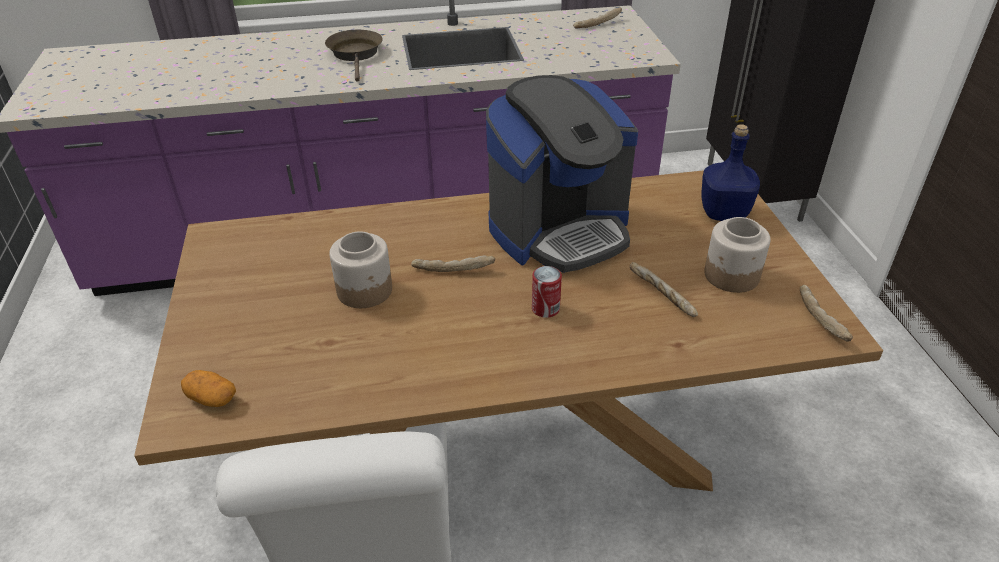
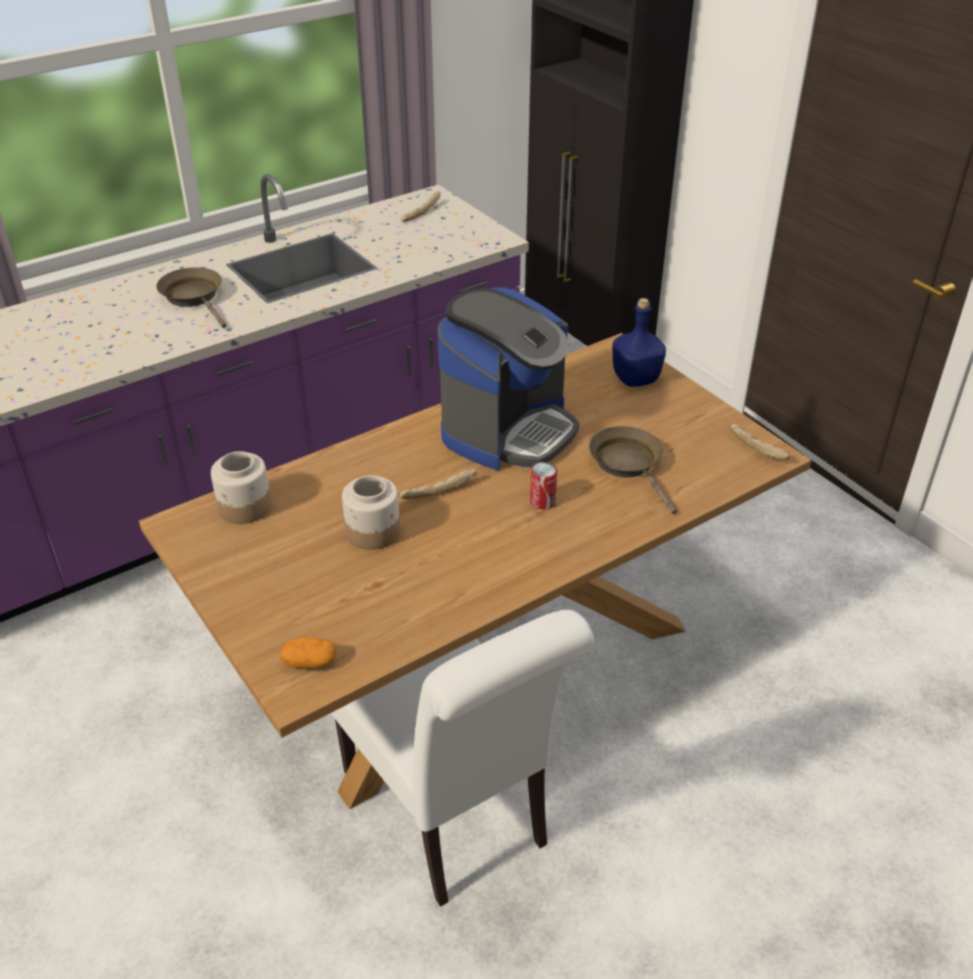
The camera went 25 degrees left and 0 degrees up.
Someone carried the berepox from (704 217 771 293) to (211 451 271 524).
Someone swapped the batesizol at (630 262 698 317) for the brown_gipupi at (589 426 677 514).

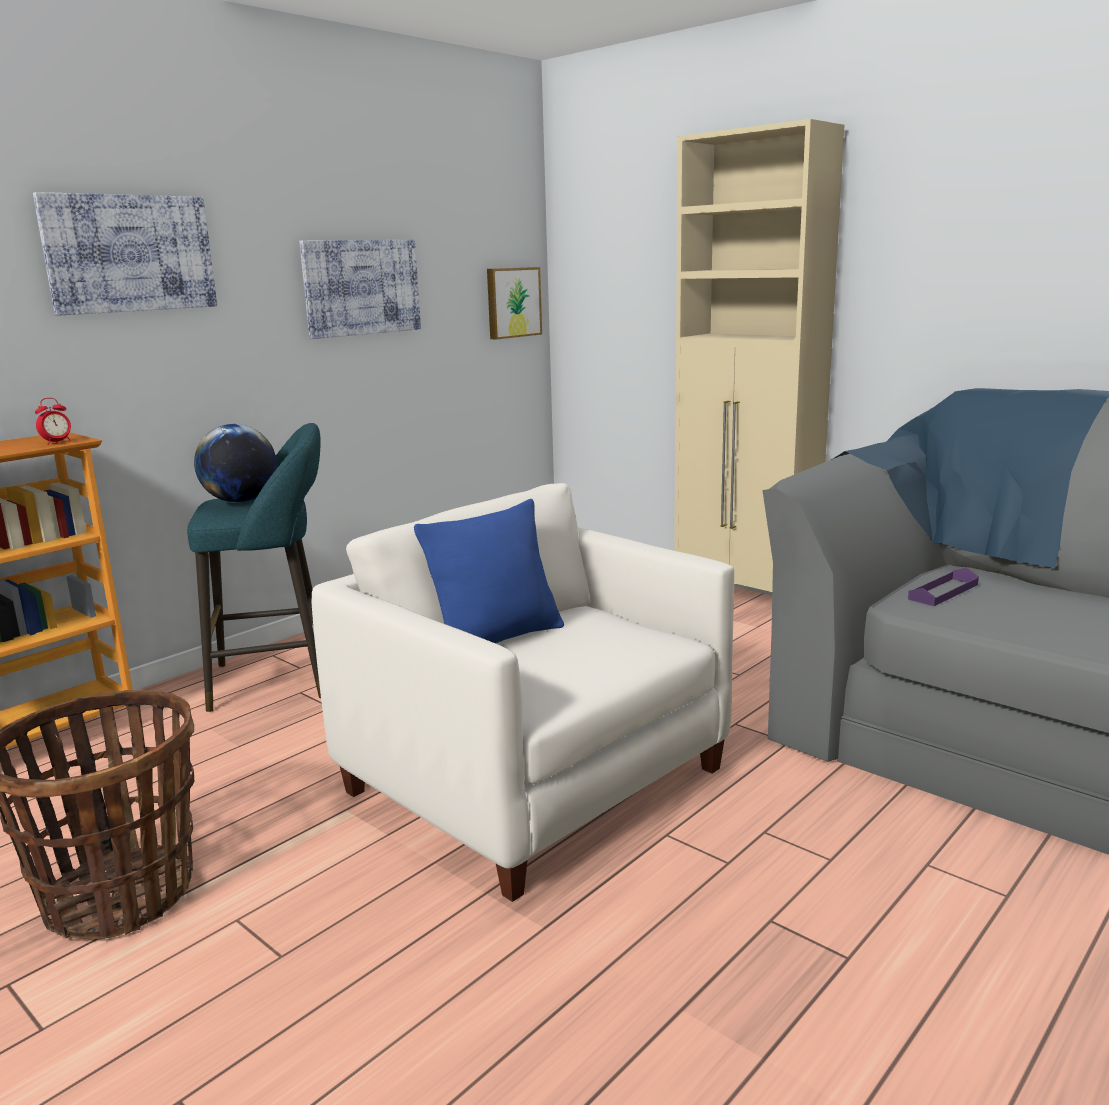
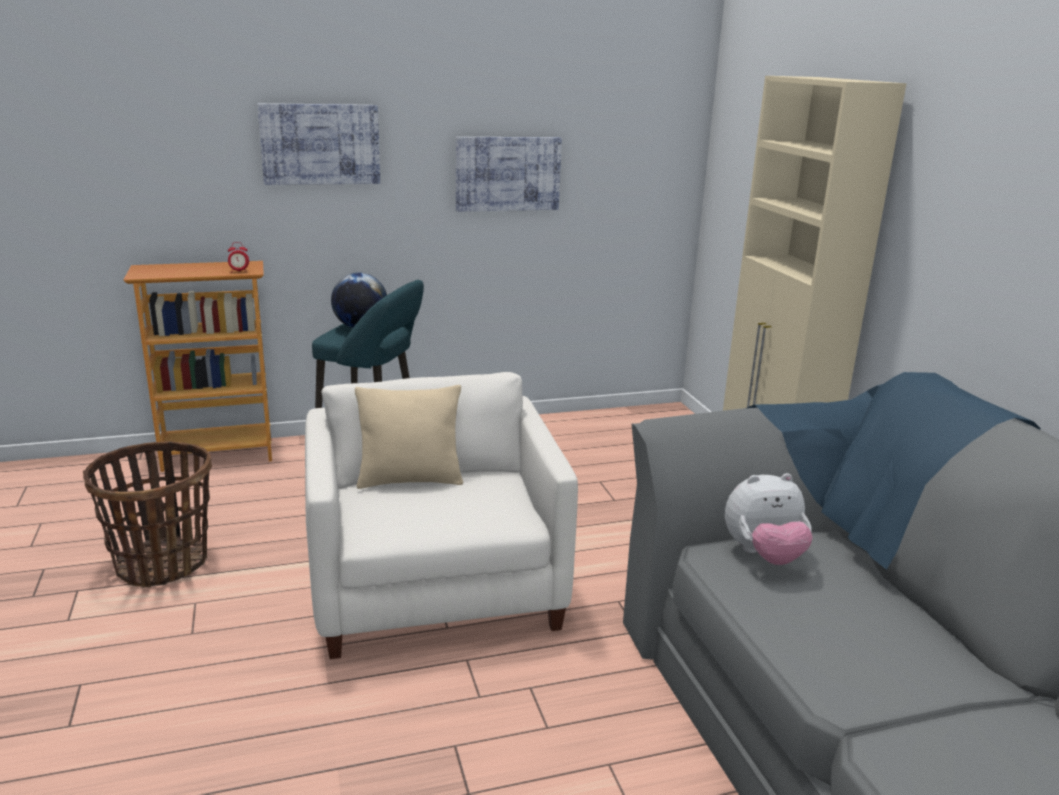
The camera went 30 degrees right and 5 degrees up.
Someone took away the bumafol at (487 267 542 339).
Someone repainted the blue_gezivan at (414 499 564 643), which became the beige_gezivan at (355 385 463 489).
Someone swapped the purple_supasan at (908 568 979 606) for the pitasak at (725 473 813 565).

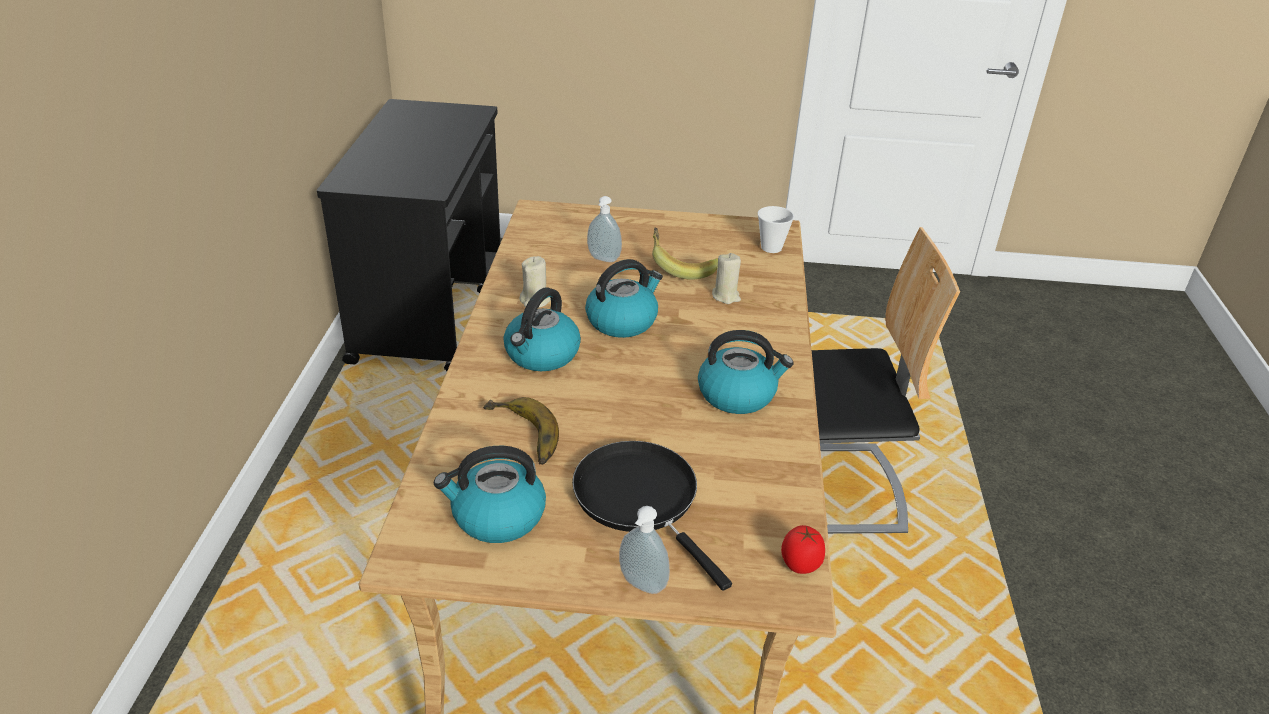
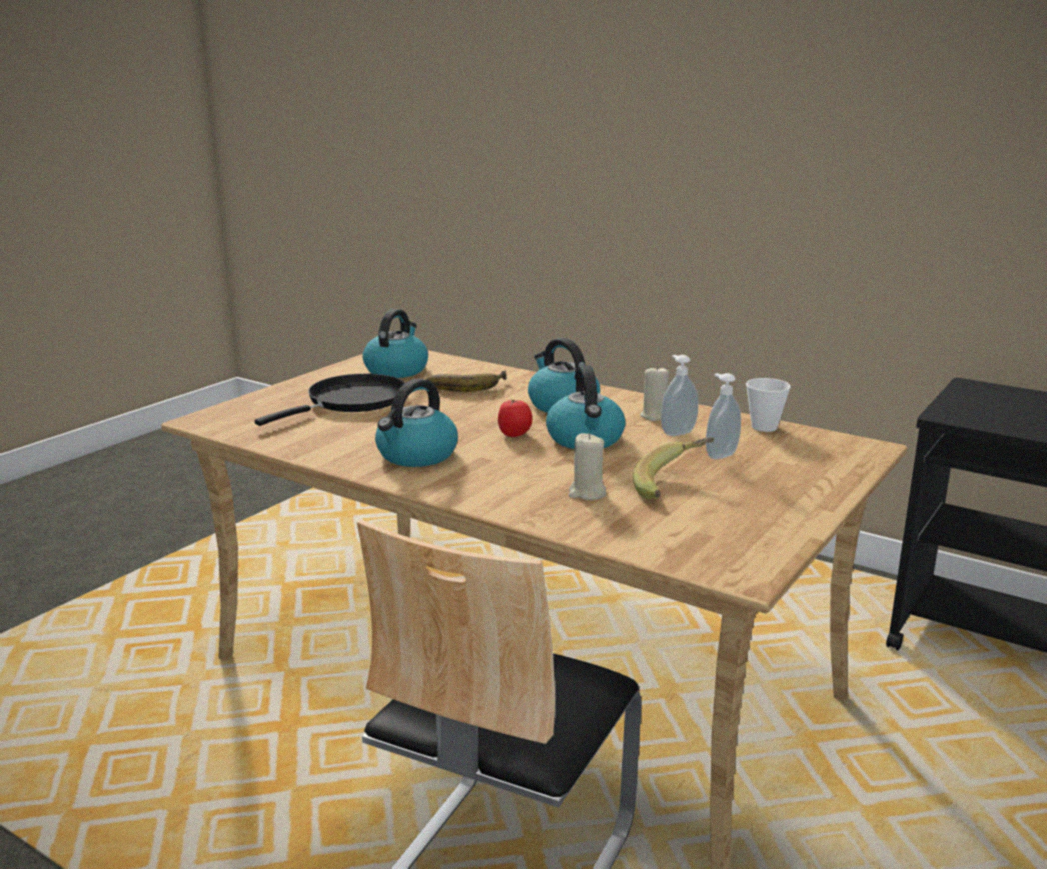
The camera went 120 degrees right and 15 degrees down.
Someone carried the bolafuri from (758 206 794 253) to (746 378 791 432).
Someone rotated the black_gipupi at (572 441 732 590) by 45 degrees counterclockwise.
Someone carried the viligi from (619 506 670 594) to (661 355 699 436).
Someone carried the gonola from (781 525 825 574) to (498 400 532 437).

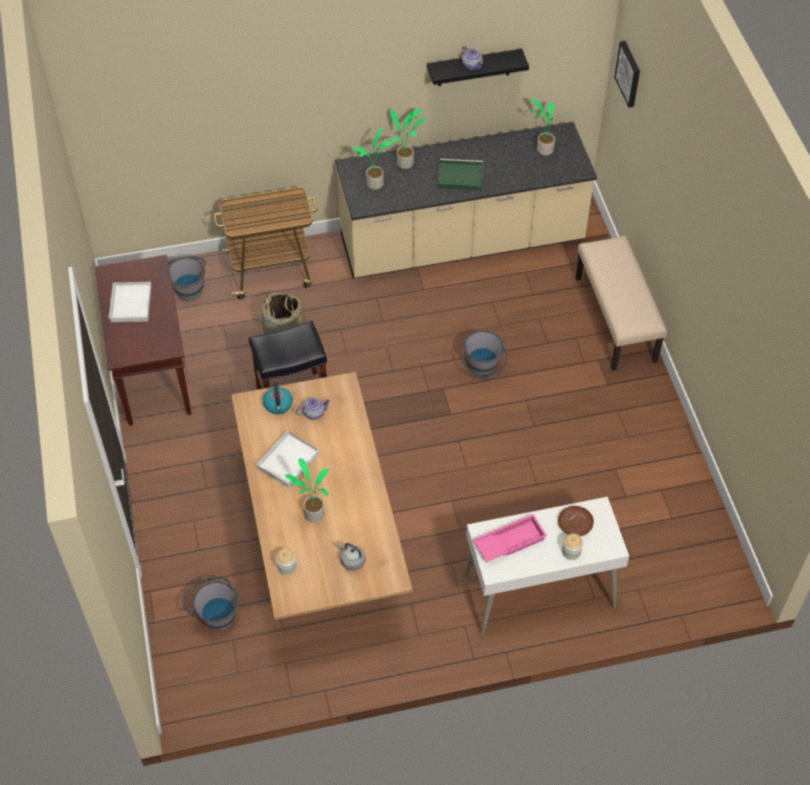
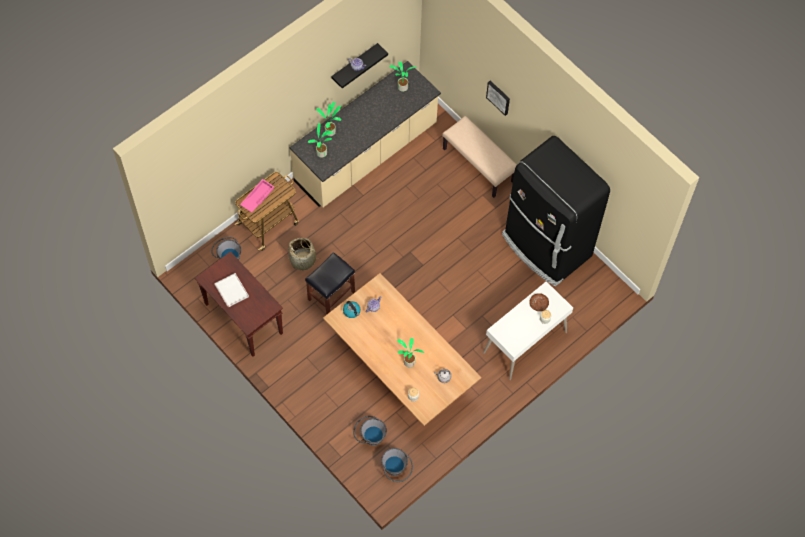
The camera went 30 degrees left and 10 degrees up.
Someone carried the bumafol from (614 41 640 108) to (486 81 510 116).
Someone took away the green_supasan at (438 159 483 191).
Someone carried the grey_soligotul from (462 330 508 379) to (381 448 413 482).
Someone took away the white_supasan at (256 431 320 488).
Someone carried the pink_supasan from (473 514 547 562) to (240 179 274 212).
Someone put down the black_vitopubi at (502 136 610 287).

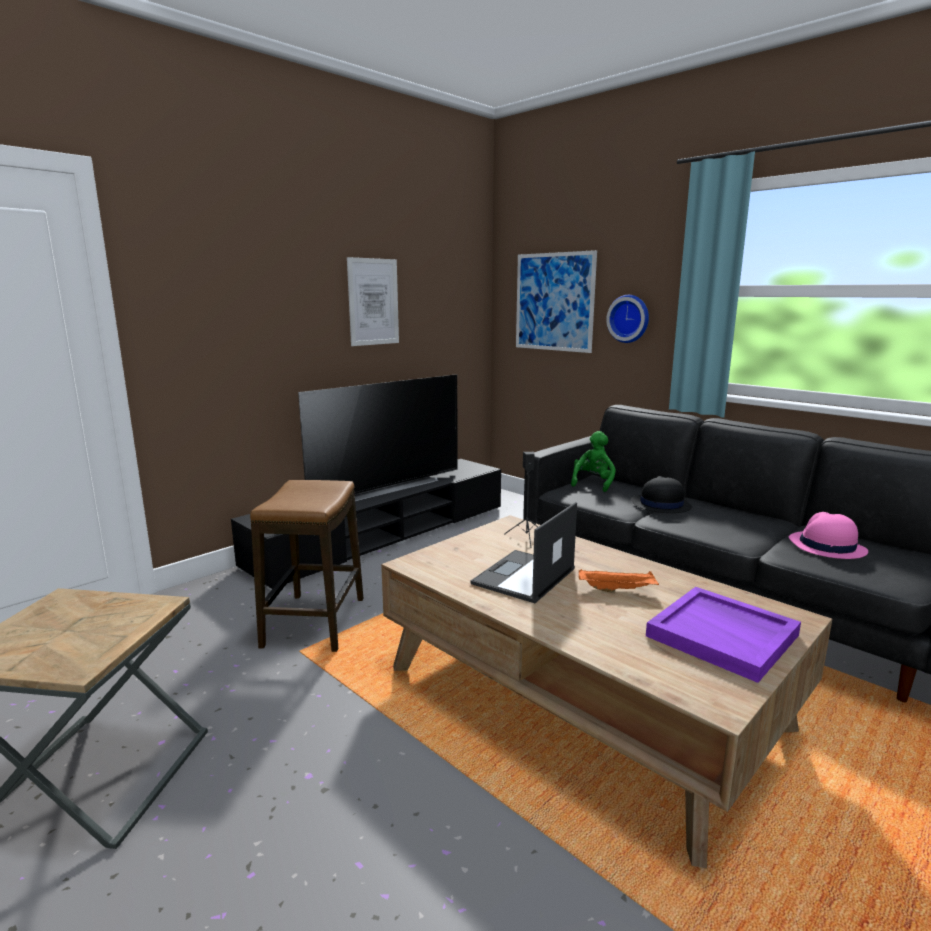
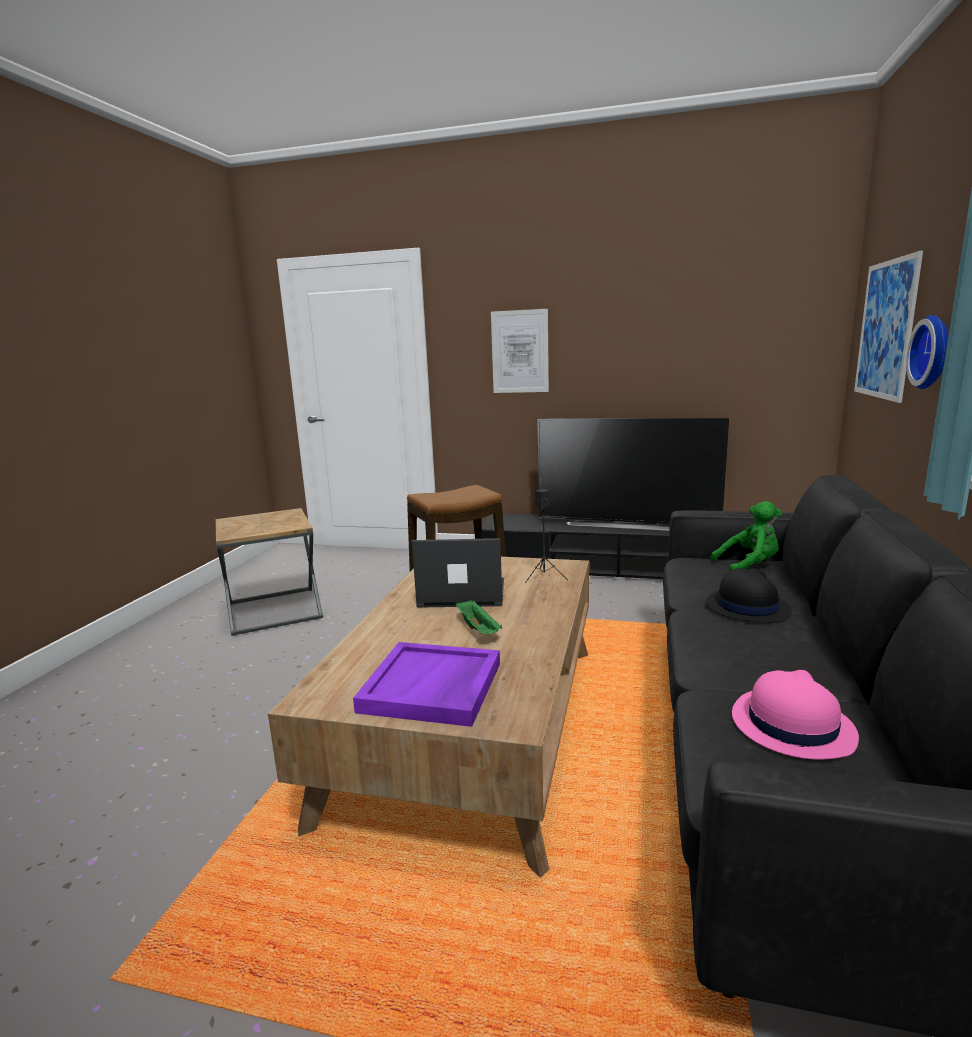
The camera went 60 degrees right and 0 degrees up.
Someone carried the bumafol from (347 257 399 346) to (491 309 549 393).
Someone repainted the orange_supasan at (579 569 659 593), which became the green_supasan at (455 600 502 634).

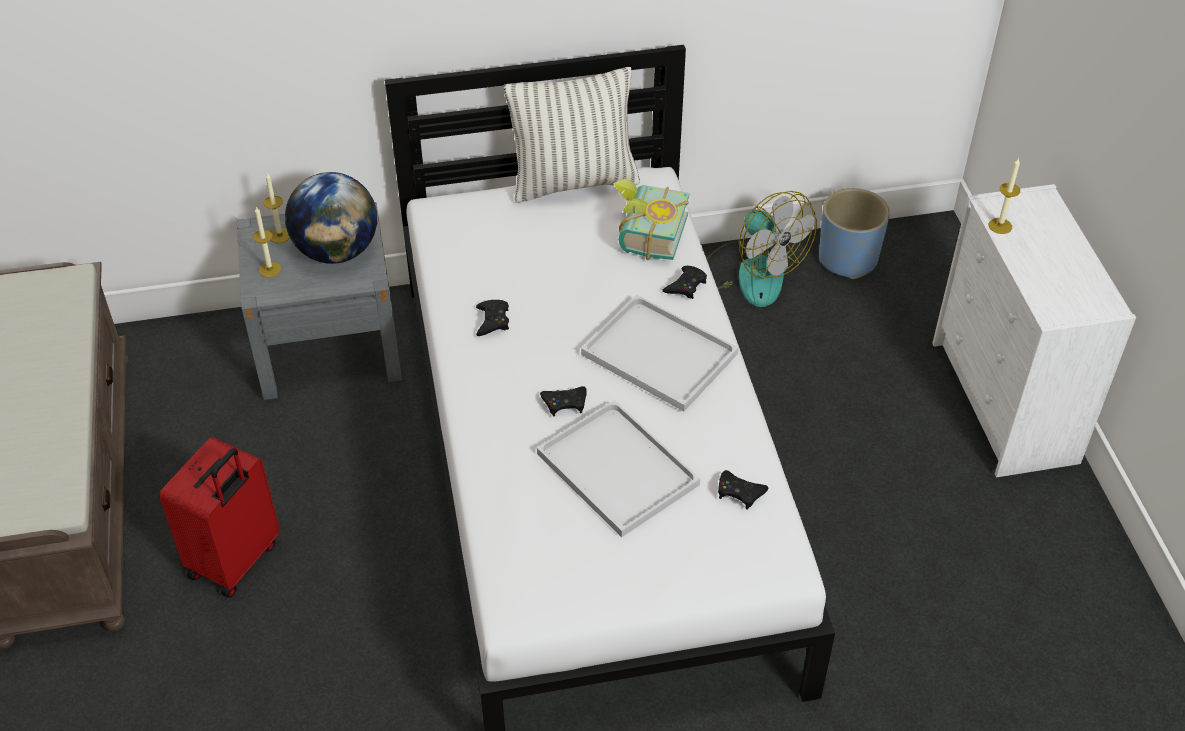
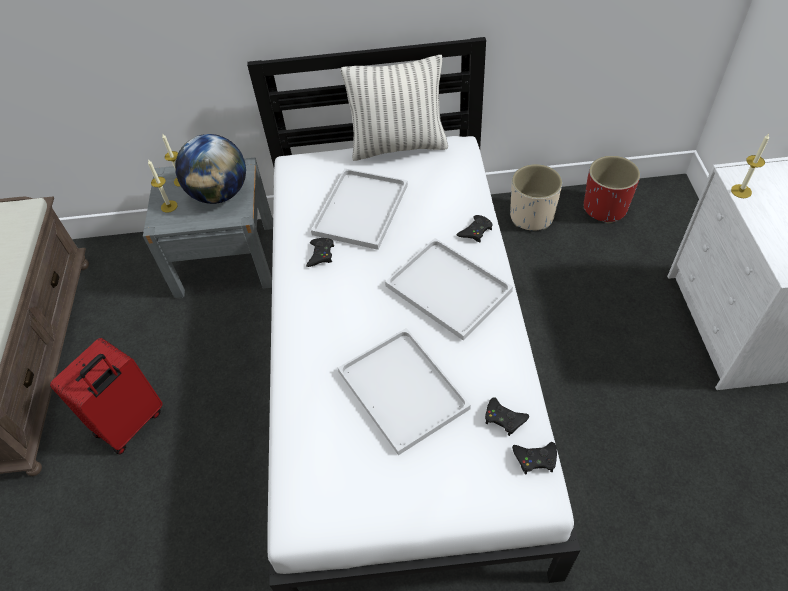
The camera went 10 degrees right and 5 degrees up.
Someone took away the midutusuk at (613 179 689 260).
Someone repainted the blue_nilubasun at (819 188 890 279), which became the red_nilubasun at (584 156 640 223).
Someone swapped the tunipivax at (706 191 817 307) for the beige_nilubasun at (510 164 562 231).
Someone carried the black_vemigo from (540 386 587 416) to (512 442 557 474).
Someone put down the white_supasan at (311 168 408 250).

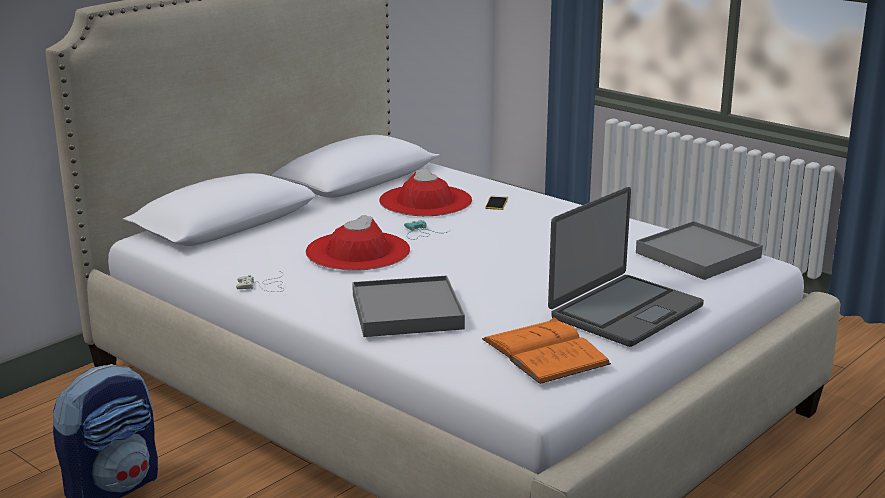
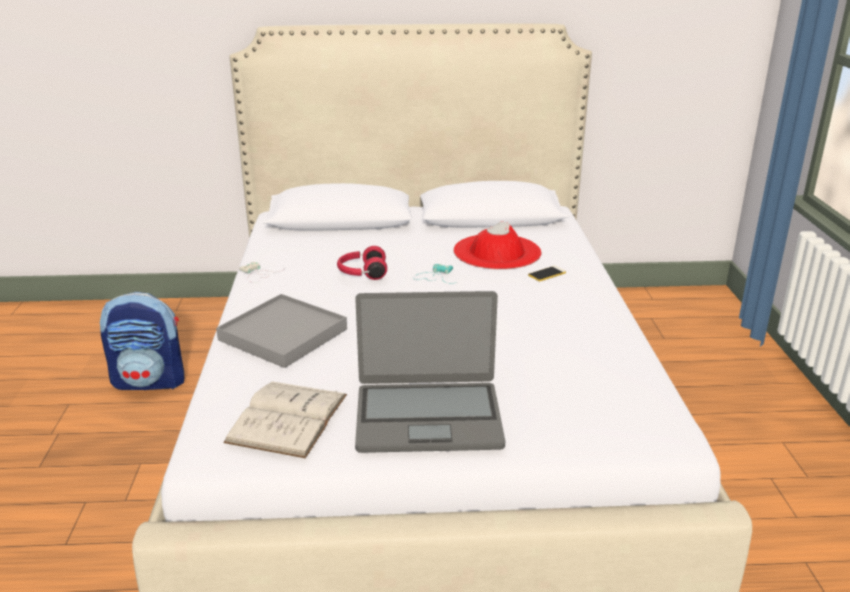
The camera went 45 degrees right and 5 degrees up.
Someone swapped the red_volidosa at (306 215 410 271) for the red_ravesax at (337 246 387 280).
Someone took away the grey_supasan at (636 221 763 280).
Someone repainted the orange_midutusuk at (482 317 611 384), which became the white_midutusuk at (224 381 347 458).

